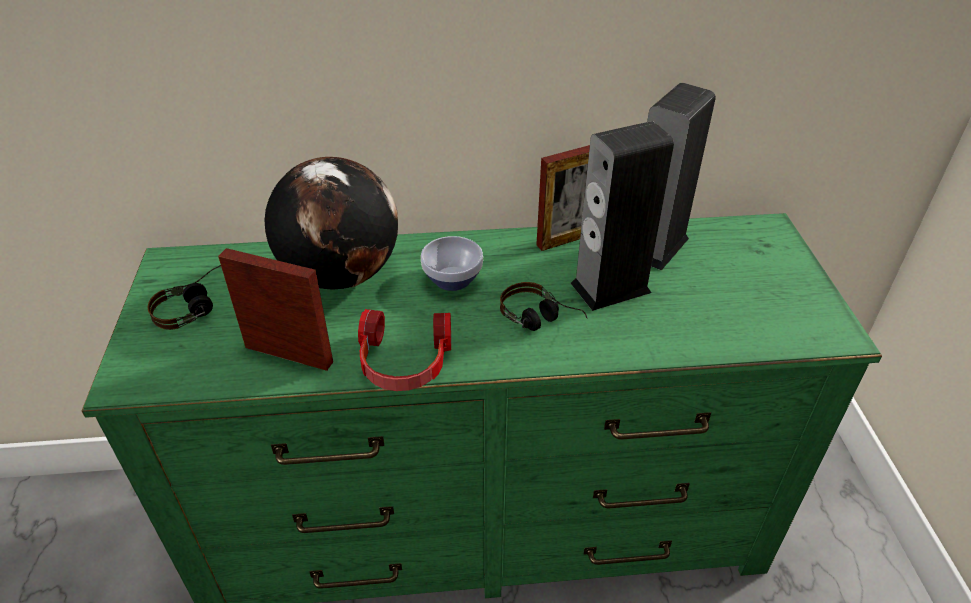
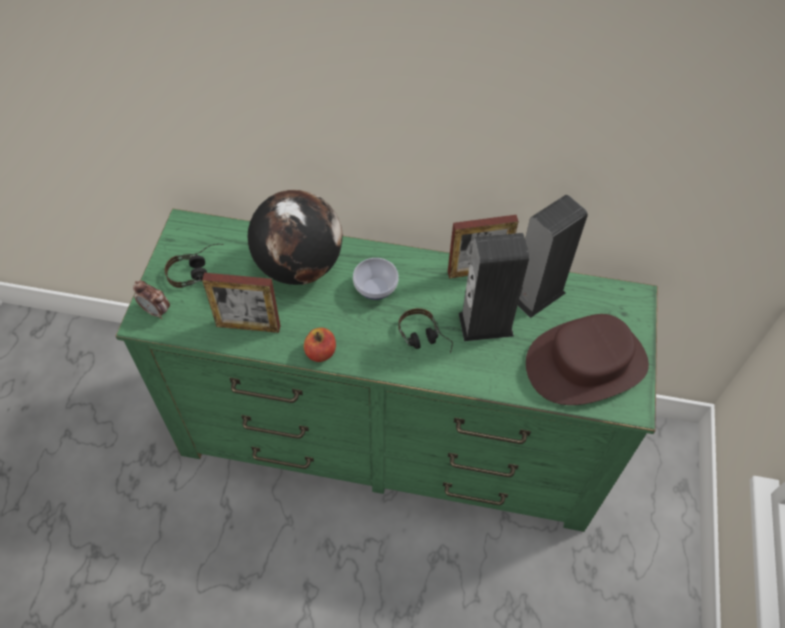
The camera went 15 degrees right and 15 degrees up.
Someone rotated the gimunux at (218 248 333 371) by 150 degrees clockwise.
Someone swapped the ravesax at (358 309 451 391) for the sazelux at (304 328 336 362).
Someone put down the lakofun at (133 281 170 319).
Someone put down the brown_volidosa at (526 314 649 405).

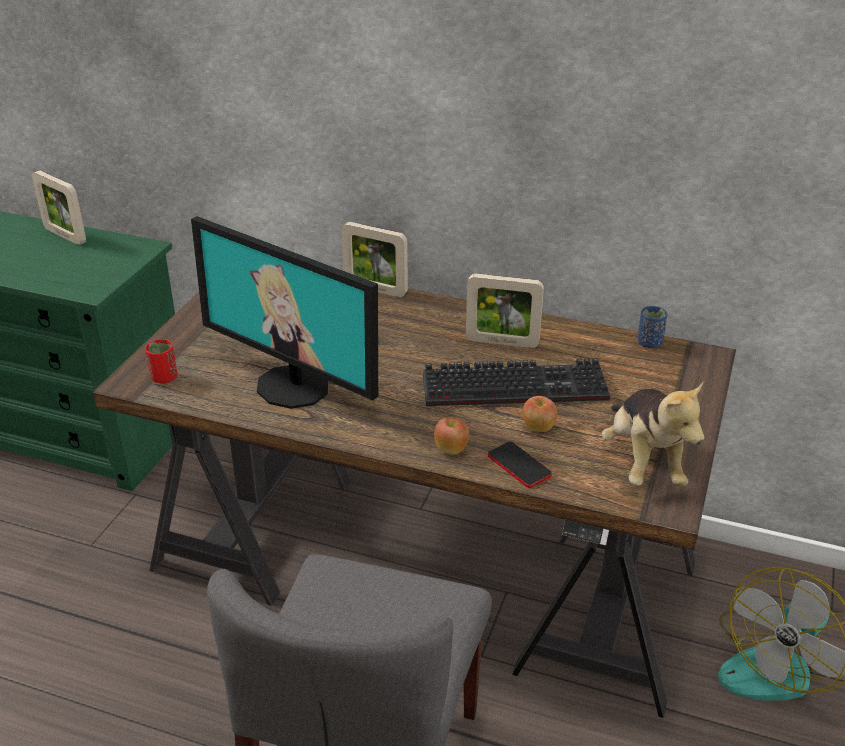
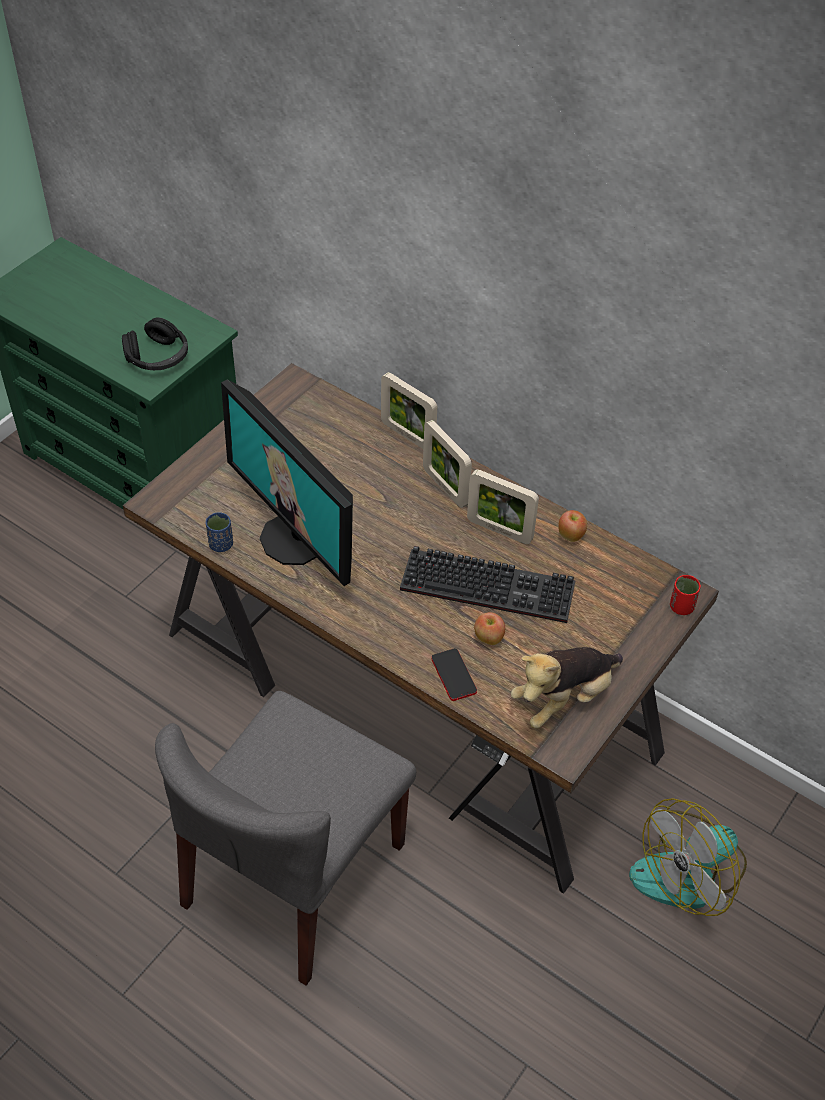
The camera went 15 degrees right and 15 degrees up.
Someone carried the gimunux from (32 170 86 245) to (423 420 472 508).
Someone carried the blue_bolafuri from (638 306 667 348) to (206 512 233 552).
Someone carried the red_bolafuri from (145 339 177 384) to (670 575 701 615).
Someone rotated the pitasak at (602 381 704 486) by 45 degrees clockwise.
Someone carried the sazelux from (434 417 469 455) to (558 510 587 542).
Someone put down the black_ravesax at (122 318 188 370).

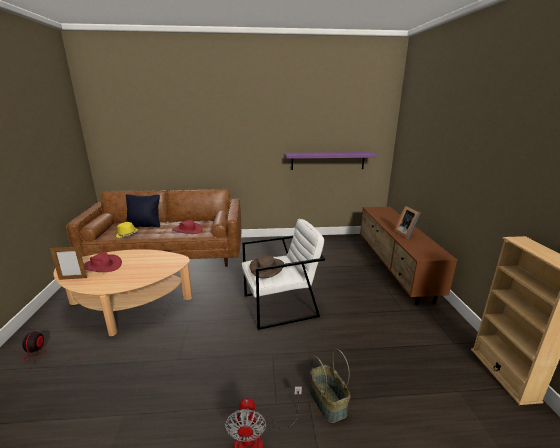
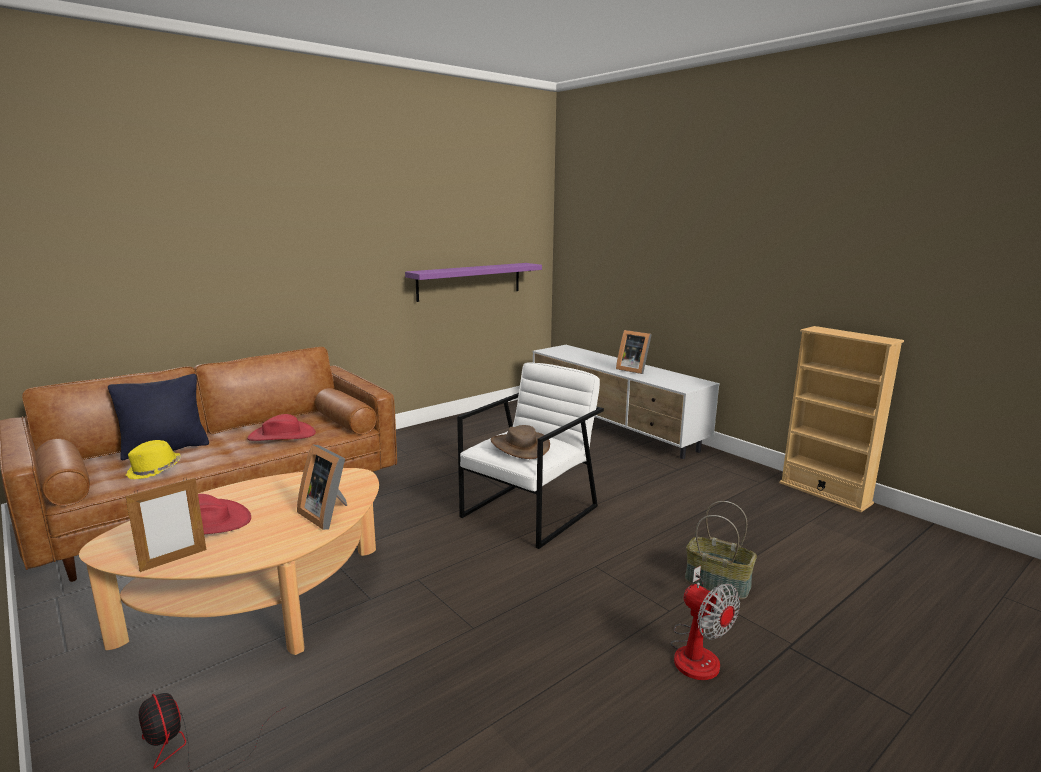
The camera went 35 degrees left and 5 degrees down.
Someone repainted the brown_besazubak at (360 207 457 305), which became the white_besazubak at (533 345 720 459).
Someone put down the gimunux at (297 445 347 530).

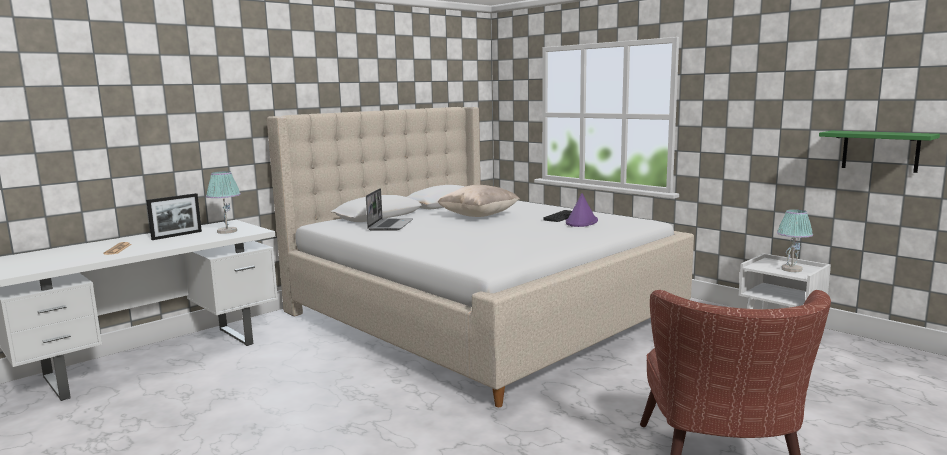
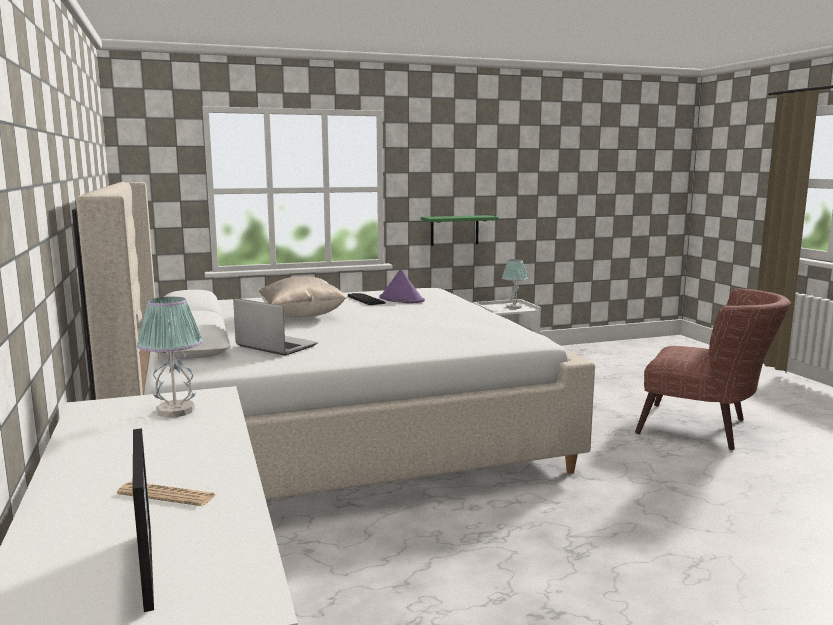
The camera went 65 degrees left and 0 degrees up.
Someone carried the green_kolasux from (819 131 940 173) to (421 215 499 246).
Someone carried the gimunux from (146 193 202 240) to (133 428 154 612).

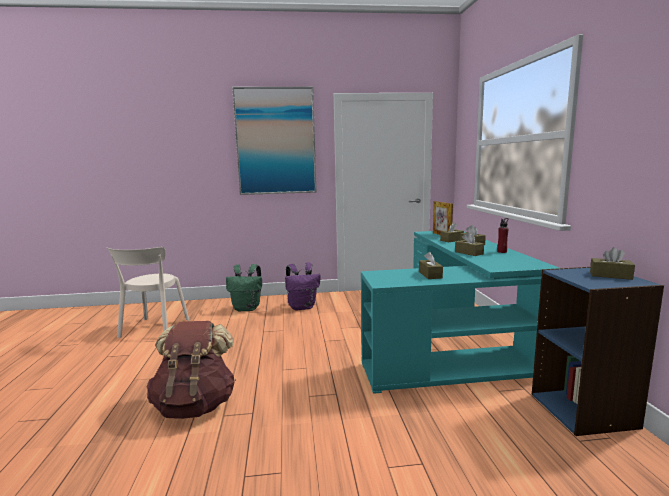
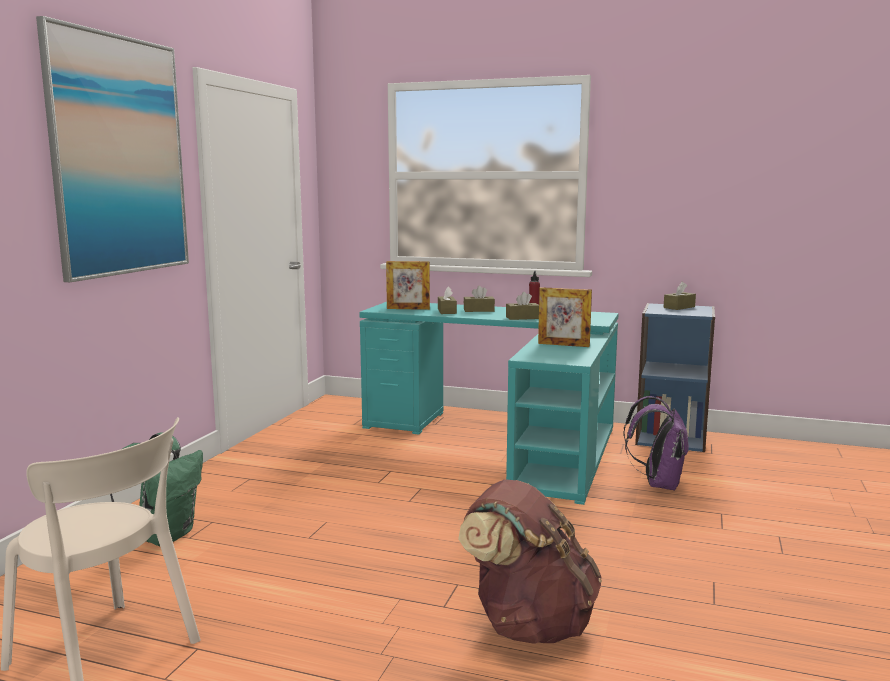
The camera went 65 degrees left and 0 degrees up.
Someone swapped the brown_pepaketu at (419 252 443 279) for the gimunux at (538 287 592 347).
Someone carried the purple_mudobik from (285 262 320 310) to (623 396 689 491).

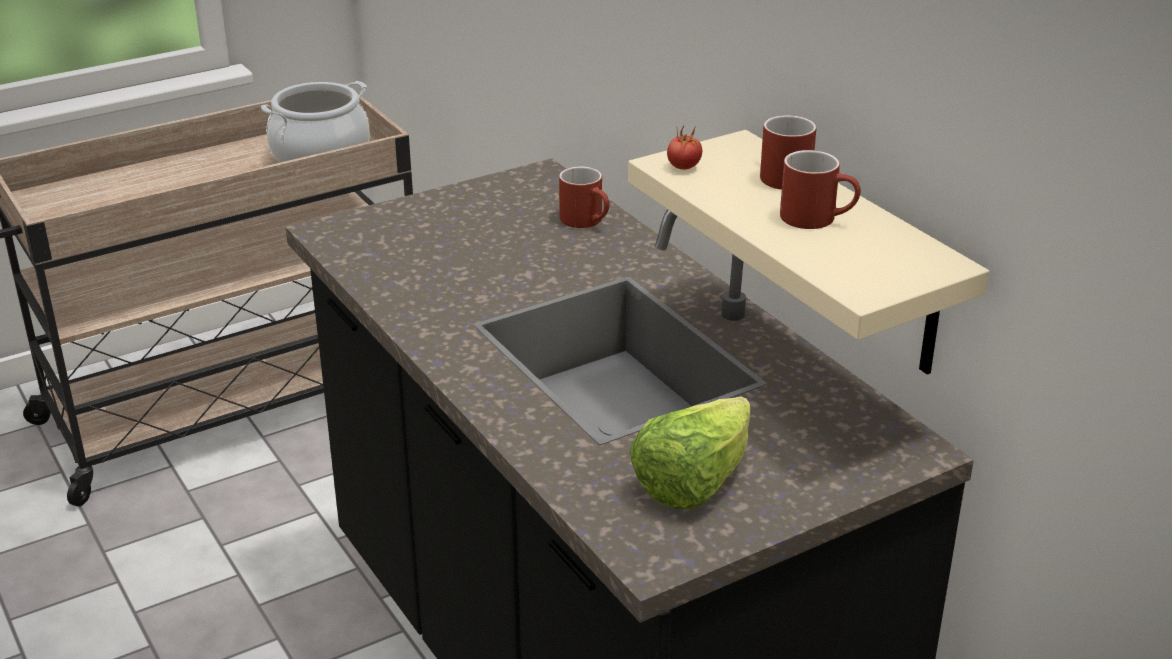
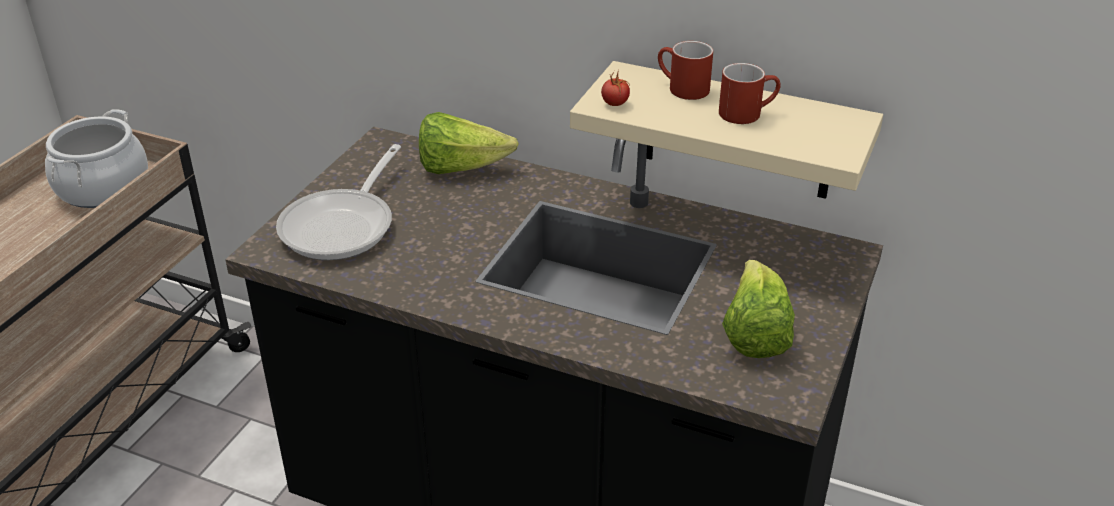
The camera went 35 degrees left and 5 degrees up.
Someone swapped the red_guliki at (559 166 609 228) for the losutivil at (419 112 519 174).
Someone put down the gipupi at (276 144 401 260).

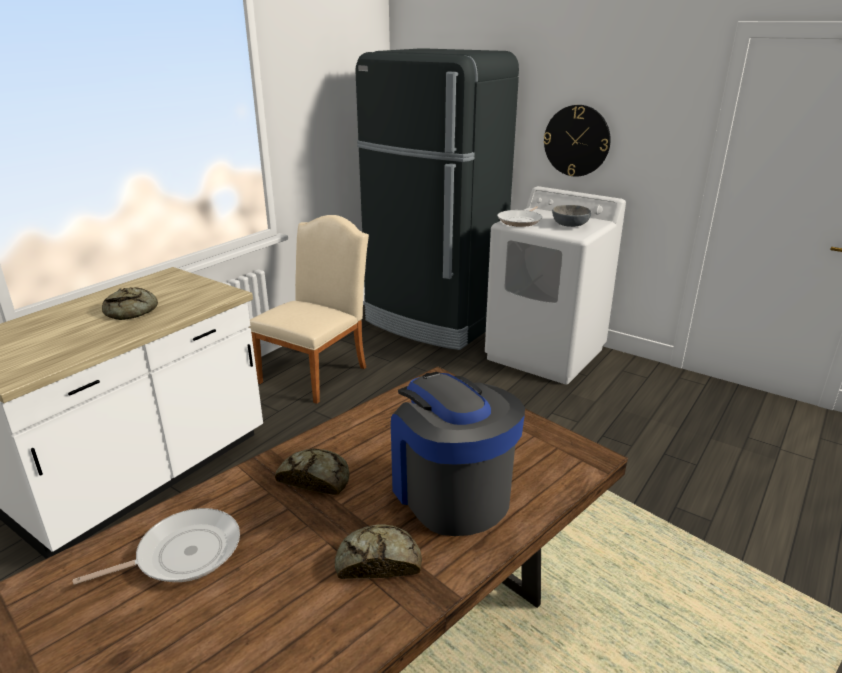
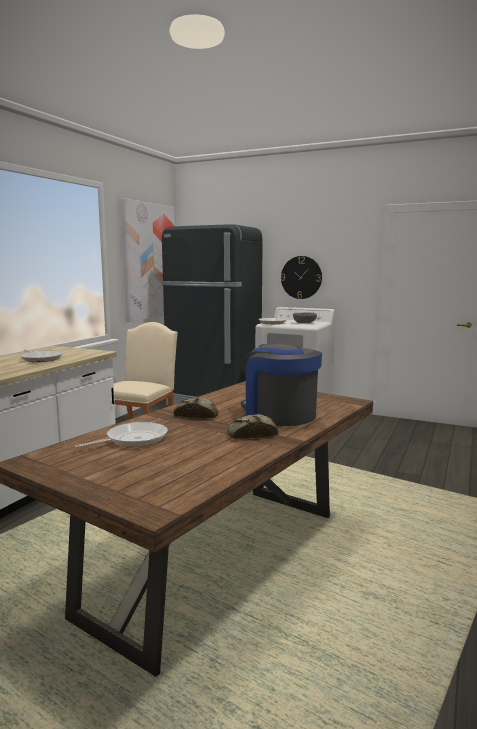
The camera went 10 degrees left and 15 degrees down.
Someone swapped the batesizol at (102 287 158 320) for the gipupi at (20 350 63 362).
Someone put up the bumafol at (121 198 175 322).

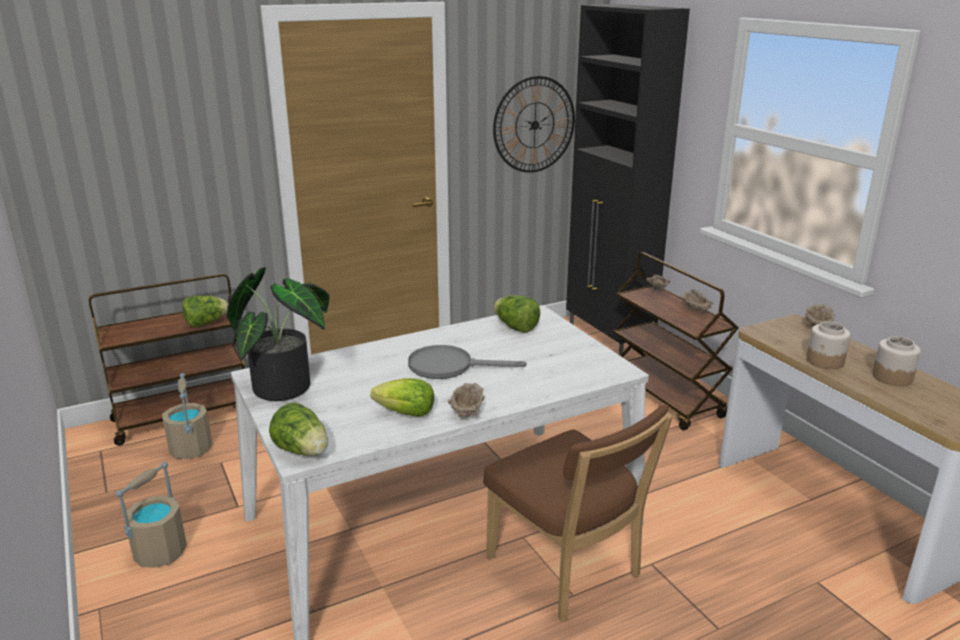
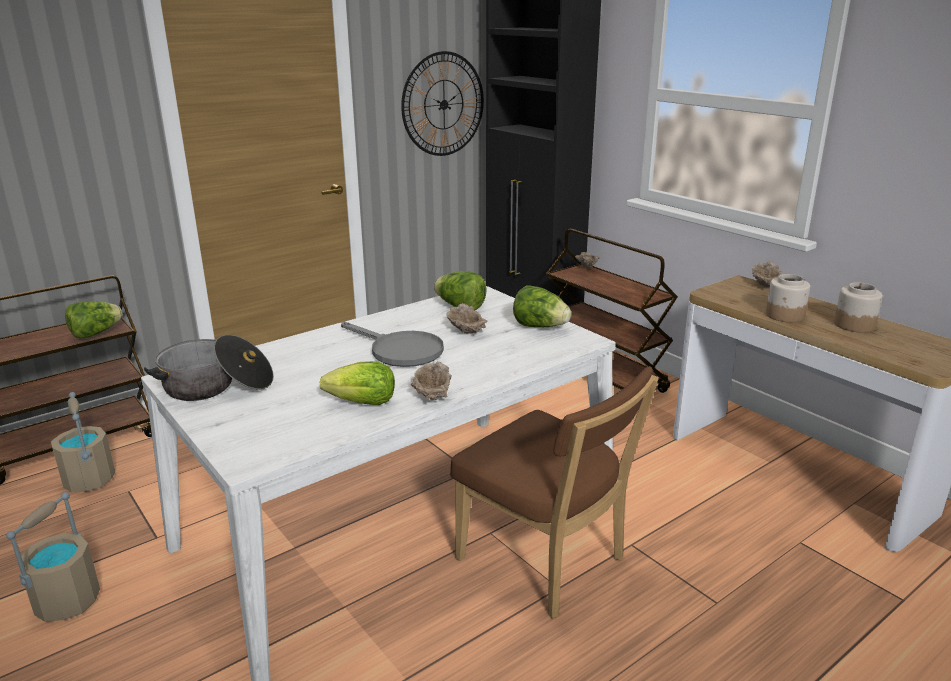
The camera went 10 degrees left and 0 degrees up.
Someone swapped the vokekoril at (227 267 329 401) for the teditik at (144 335 274 401).
Someone carried the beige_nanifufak from (682 289 713 311) to (446 303 487 333).
Someone rotated the grey_gipupi at (408 345 526 379) by 135 degrees counterclockwise.
Someone carried the losutivil from (269 402 328 456) to (513 285 571 327).

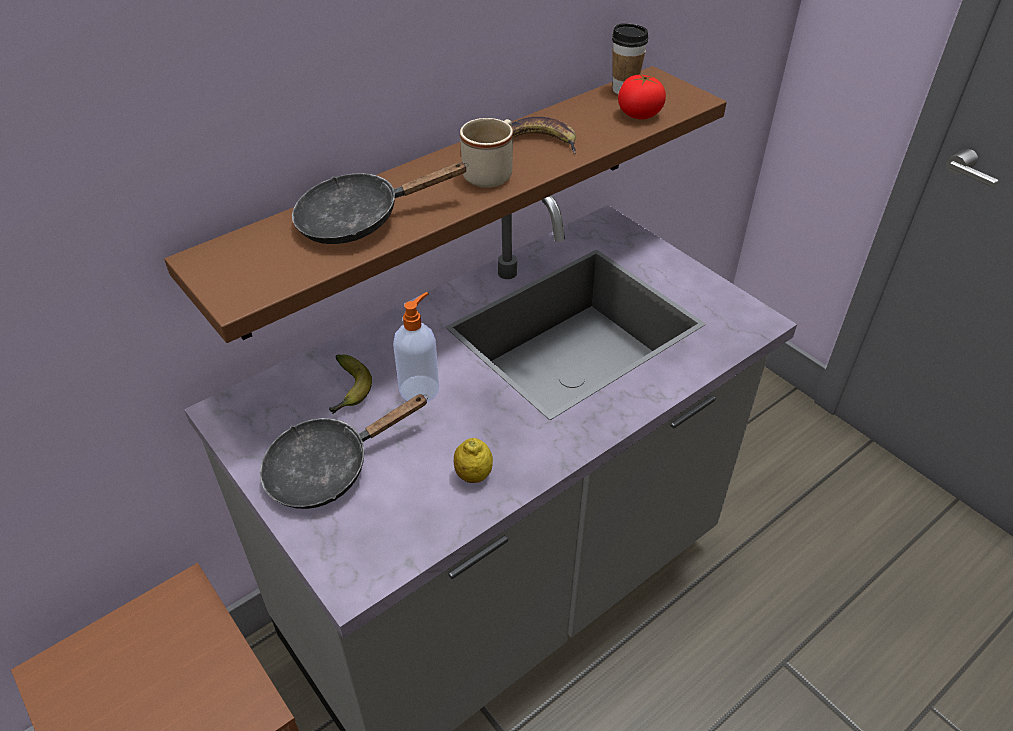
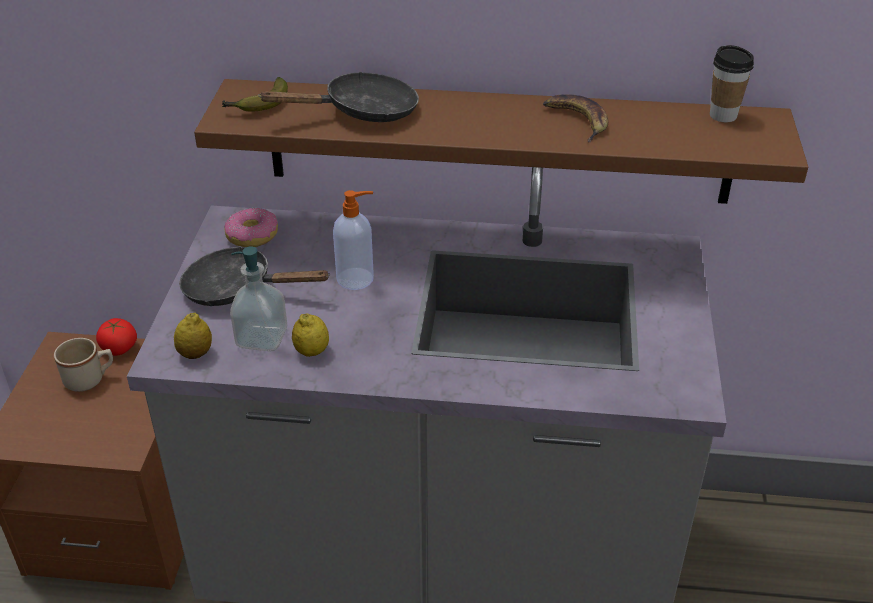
The camera went 45 degrees right and 5 degrees down.
Someone carried the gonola from (618 74 666 120) to (96 318 137 356).
Someone carried the beige_guliki from (460 118 513 188) to (54 338 113 392).
Someone rotated the black_gipupi at (292 162 468 244) by 135 degrees clockwise.
Someone carried the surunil from (329 354 372 414) to (222 77 288 111).
Someone put down the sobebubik at (224 208 278 247).
Someone put down the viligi at (230 246 287 351).
Someone put down the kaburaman at (174 313 212 359).

